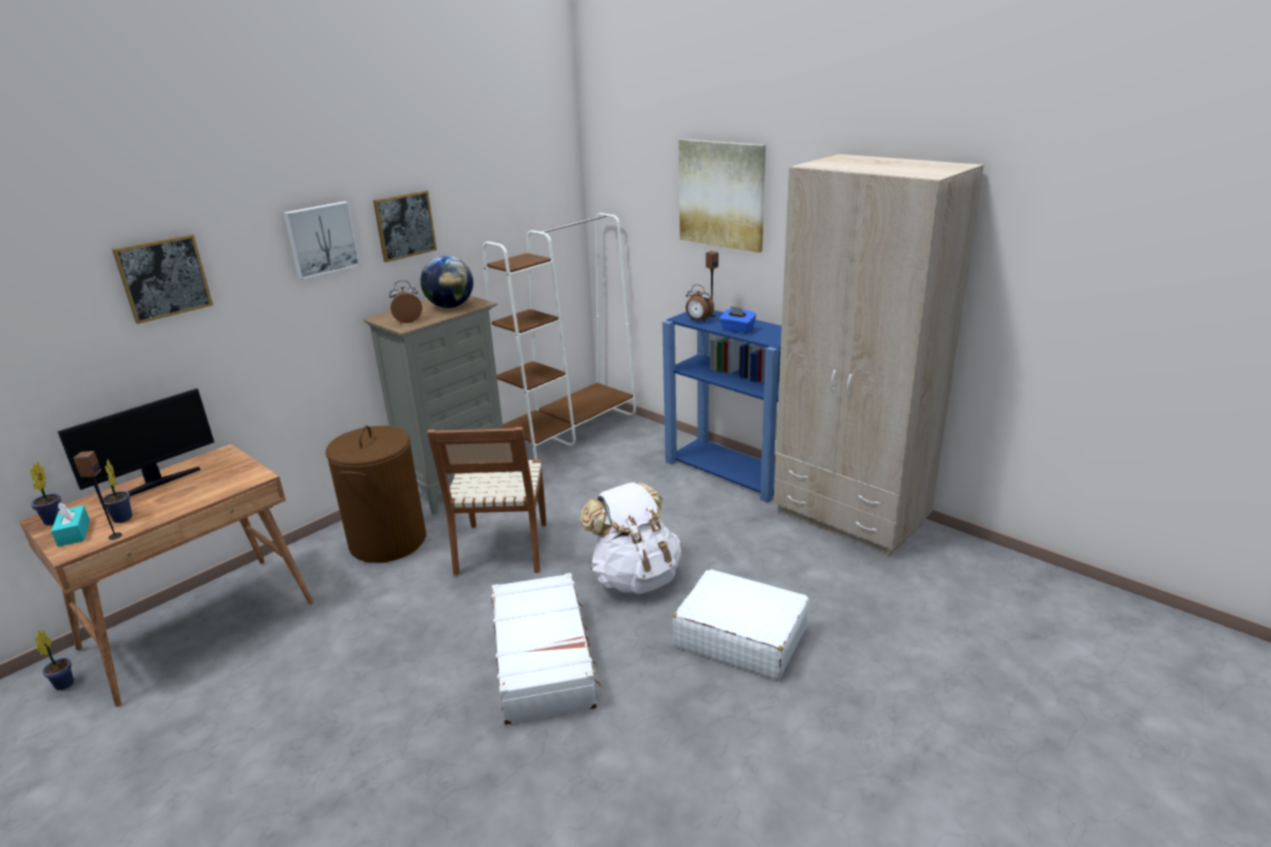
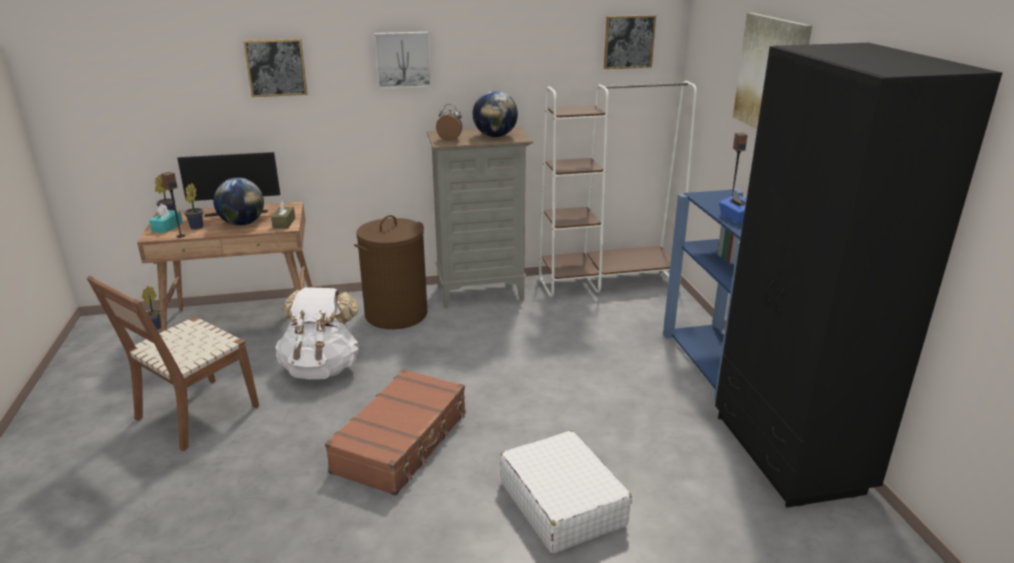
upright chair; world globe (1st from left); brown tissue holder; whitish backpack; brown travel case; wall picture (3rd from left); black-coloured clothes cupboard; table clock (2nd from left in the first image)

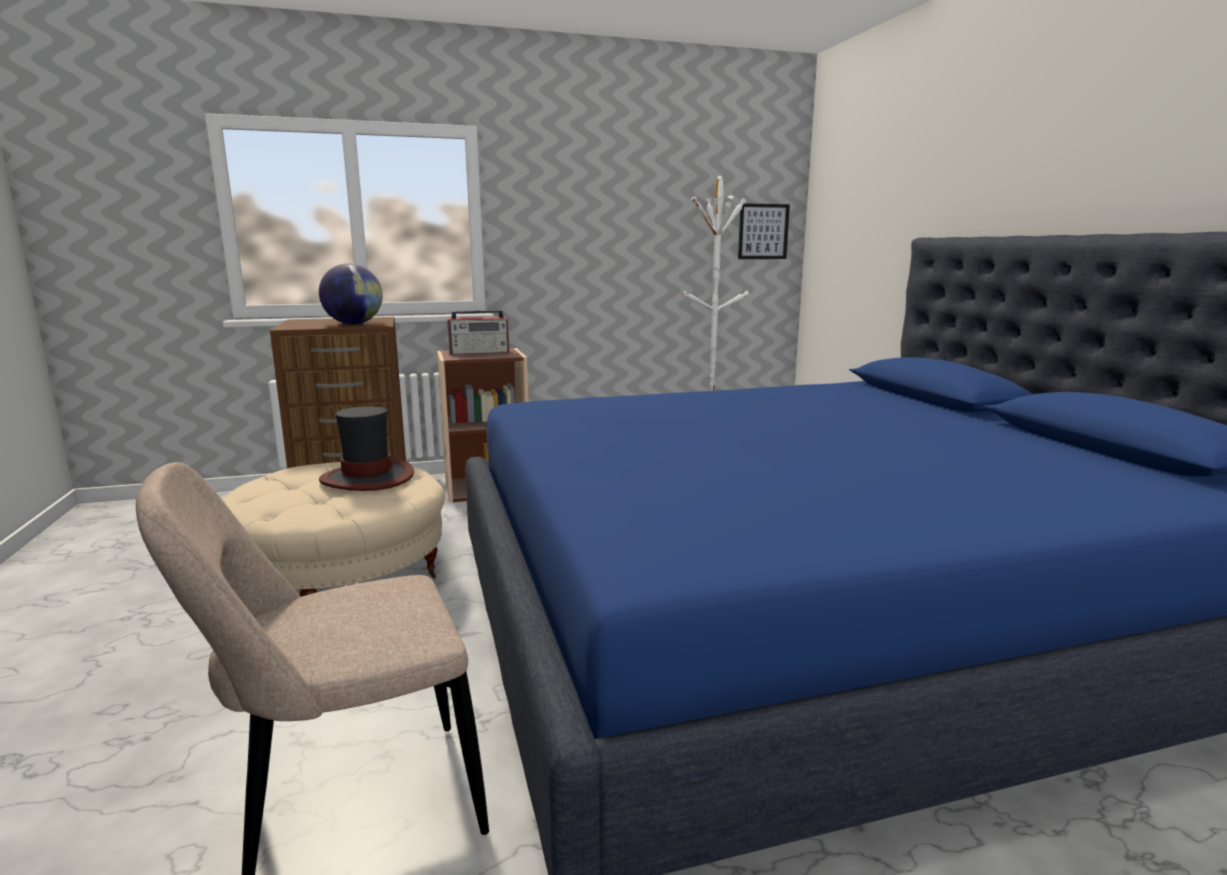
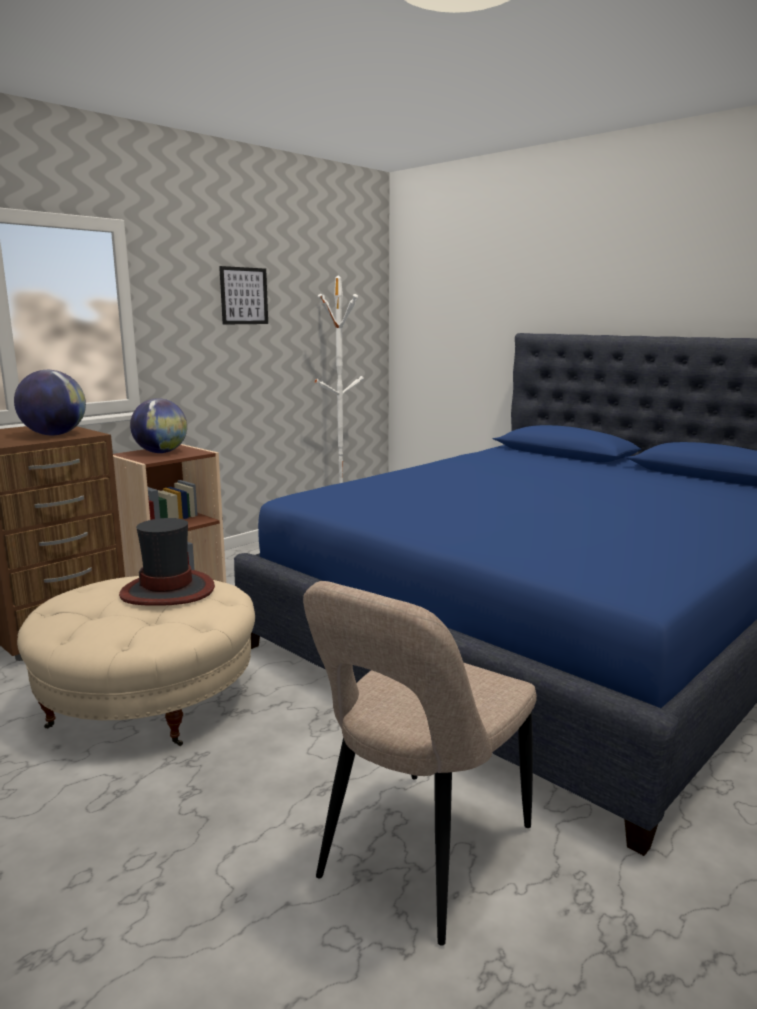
world globe (2nd from left); wall picture

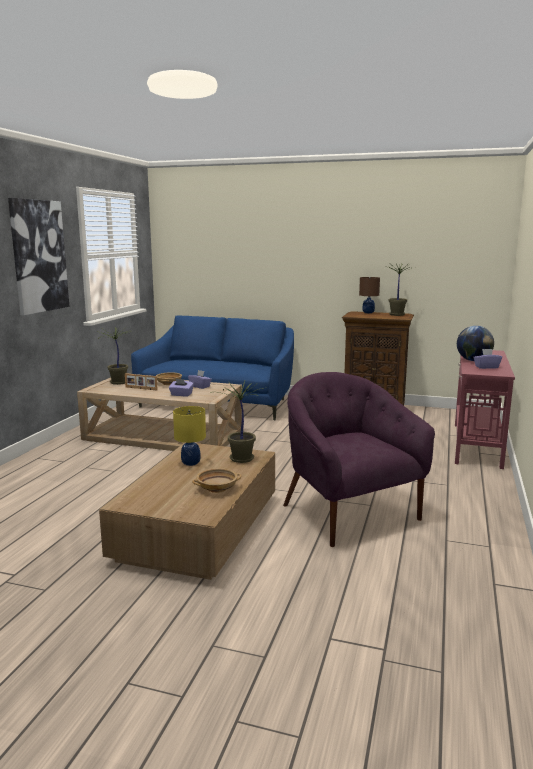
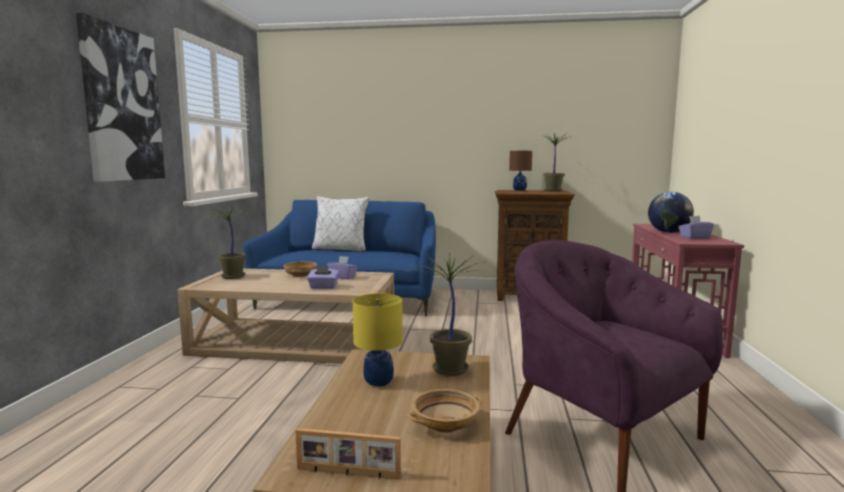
photo frame; whitish pillow

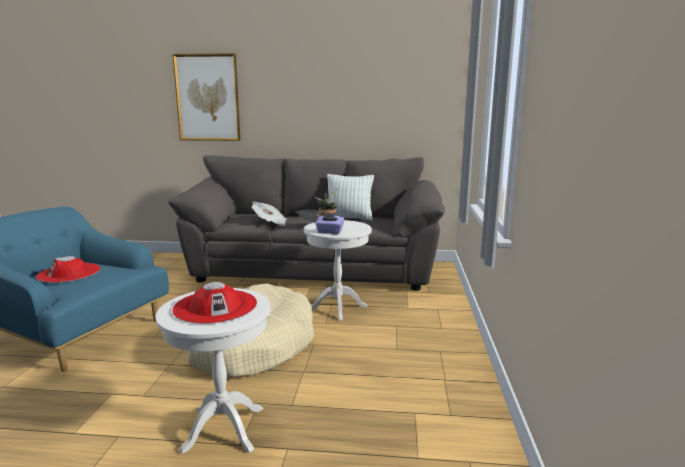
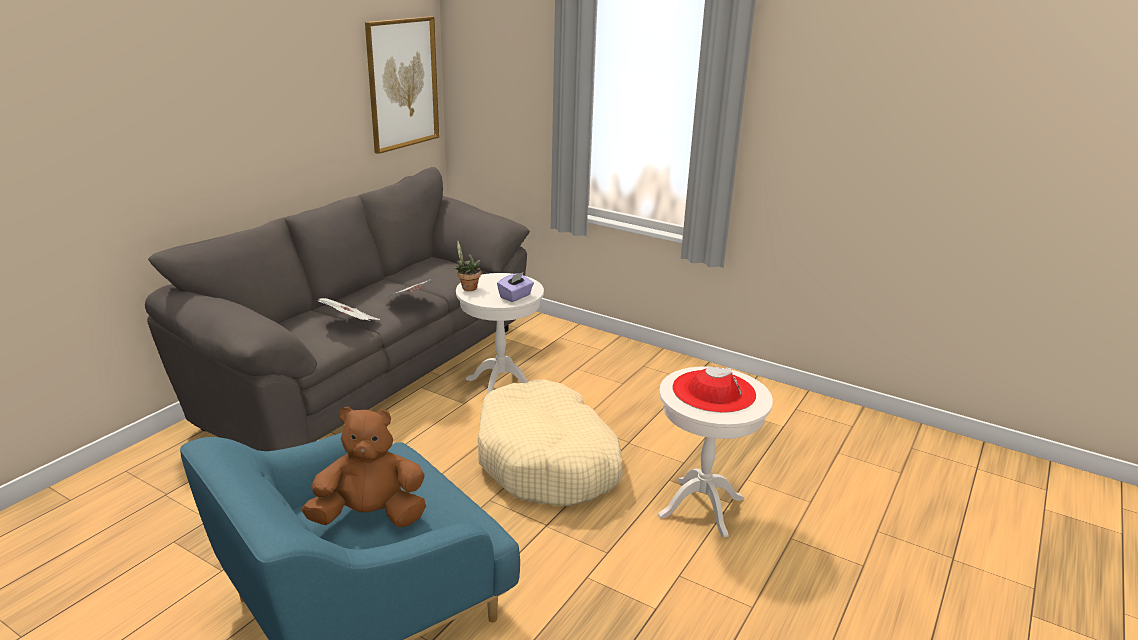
brown soft toy; wall picture; pillow

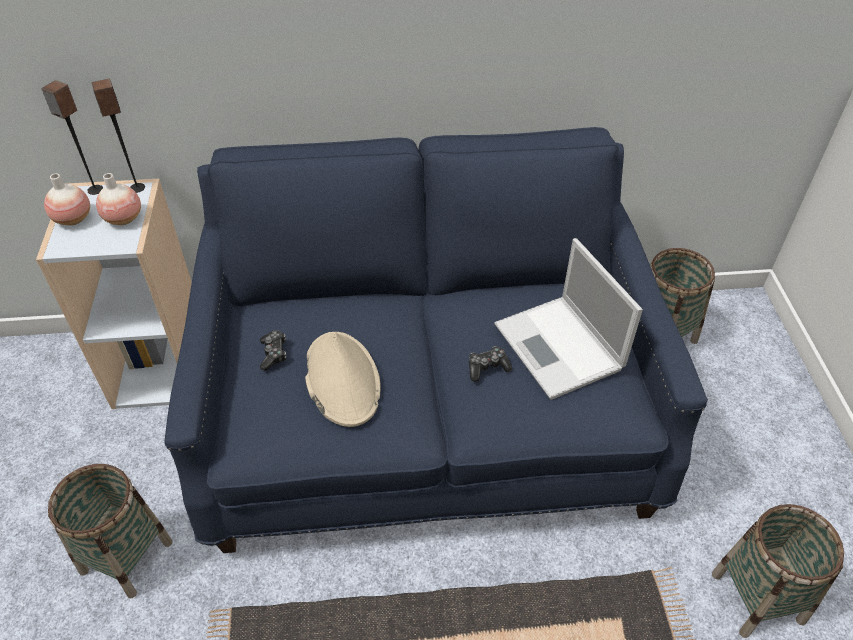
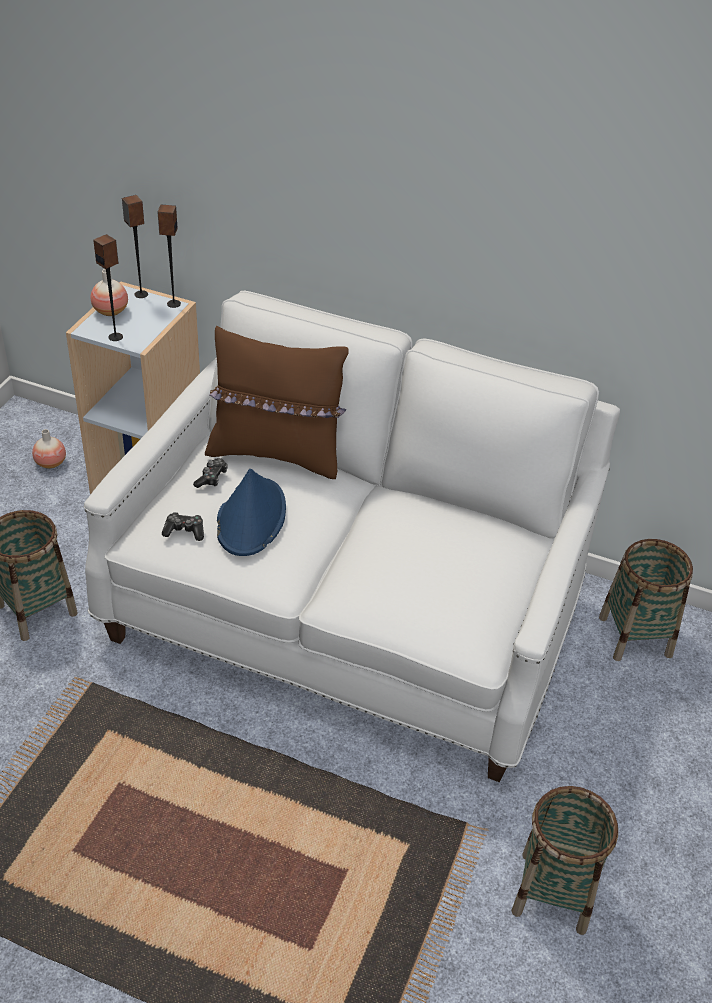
flower vase (1st from left); whitish couch; loudspeaker (1st from left); game controller (1st from left); brown pillow; blue clothing hat; notebook computer

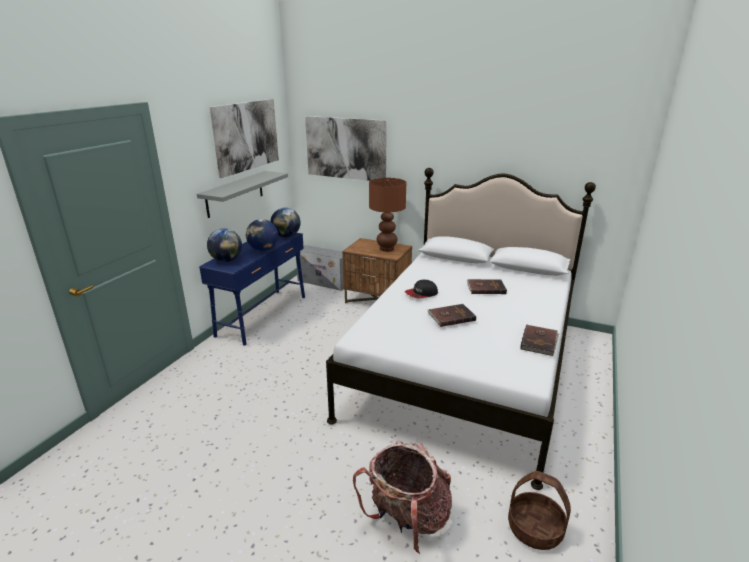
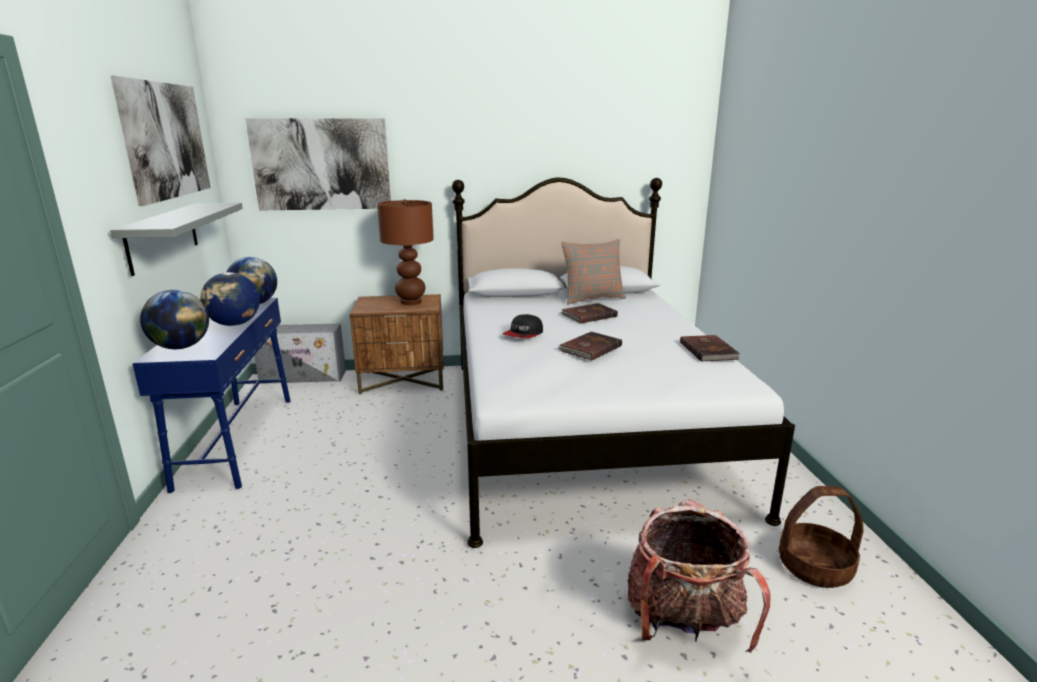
gray pillow

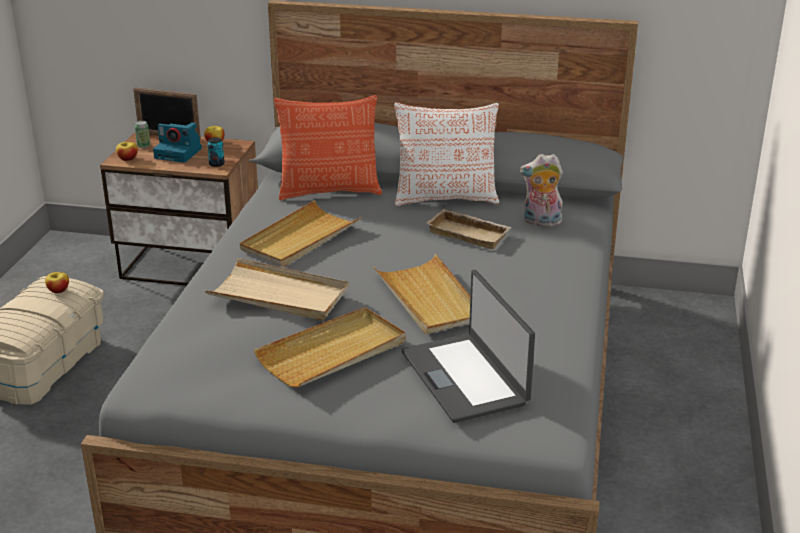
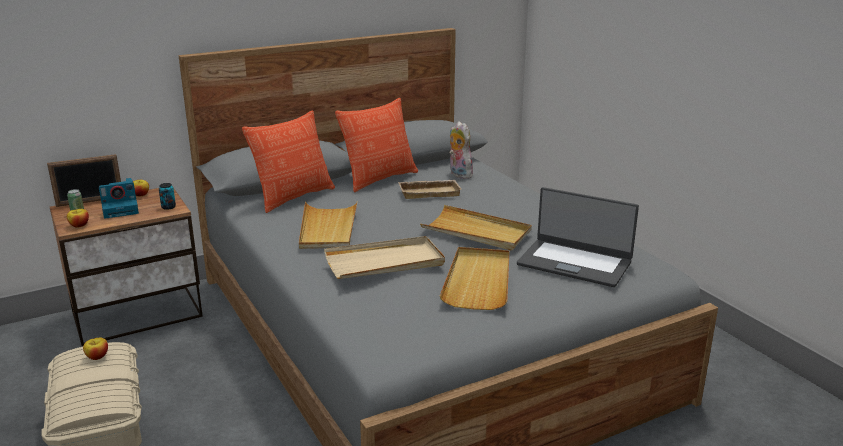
orangey pillow (2nd from left); soft toy

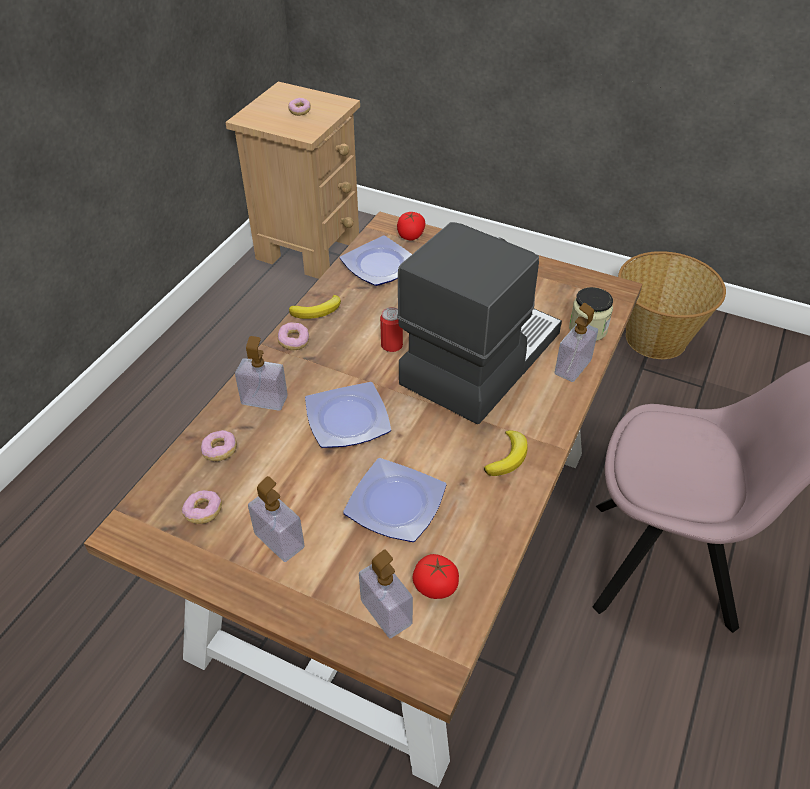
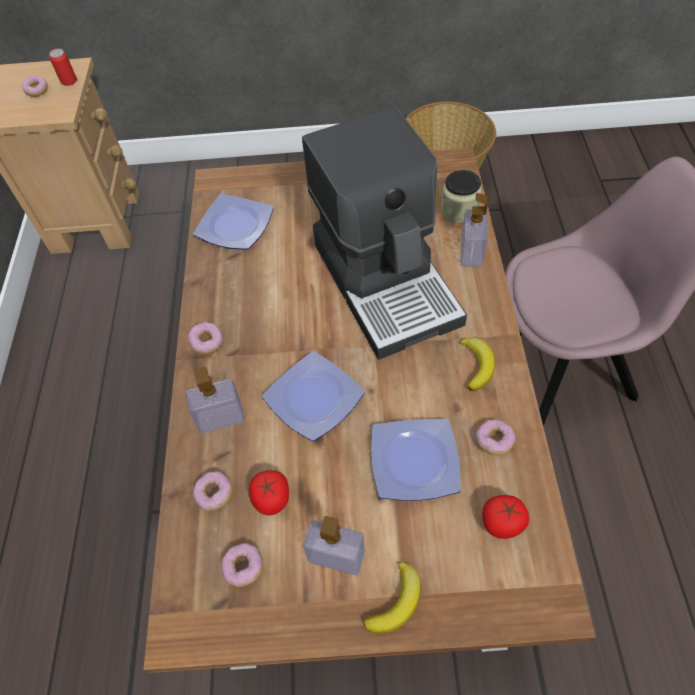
sealed can; tomato (1st from left); coffee maker; whole banana (1st from left); ring doughnut (5th from left); liquid soap bottle (3rd from left in the first image)

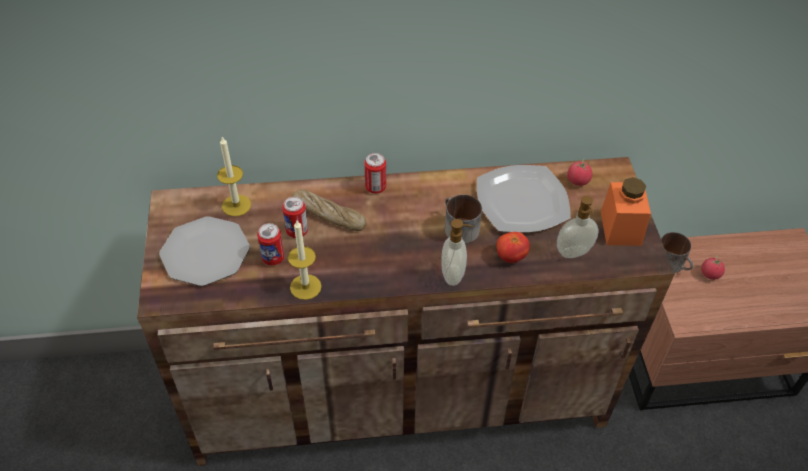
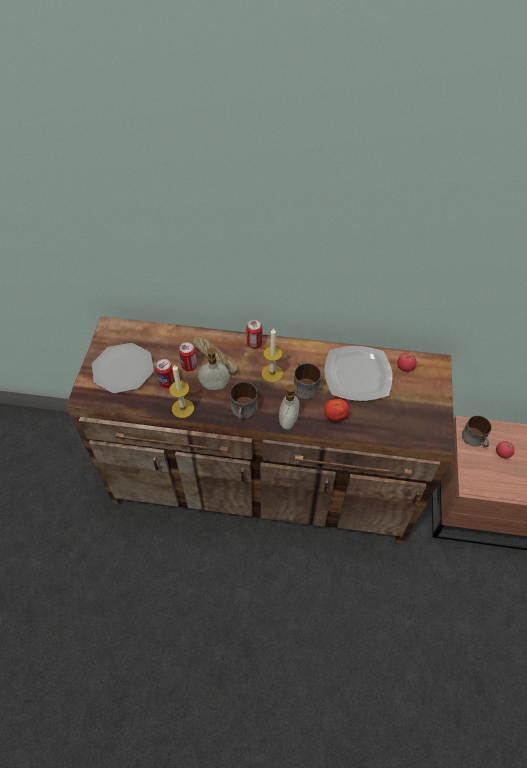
liquid soap bottle (1st from left); mug (1st from left); candle (2nd from left); orangey storage jar

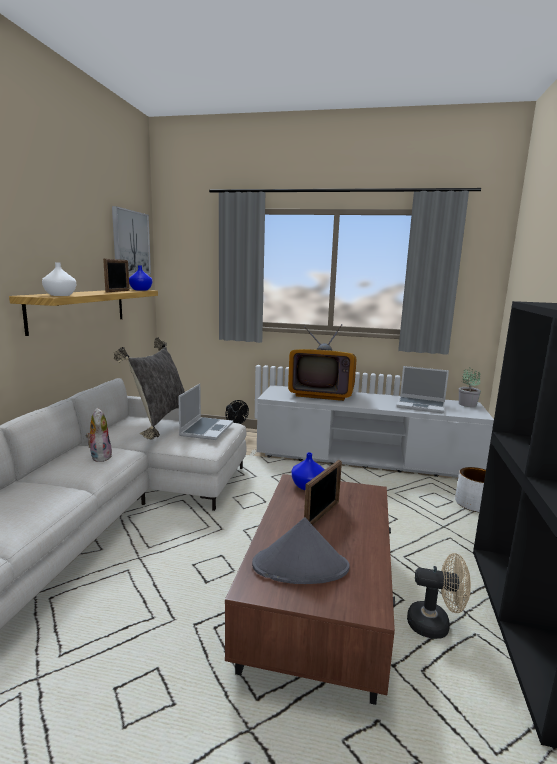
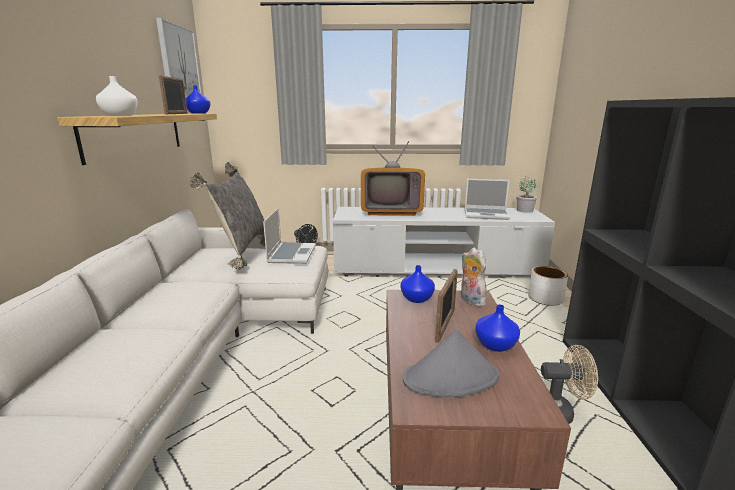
soft toy; blue flower vase (3rd from left)

